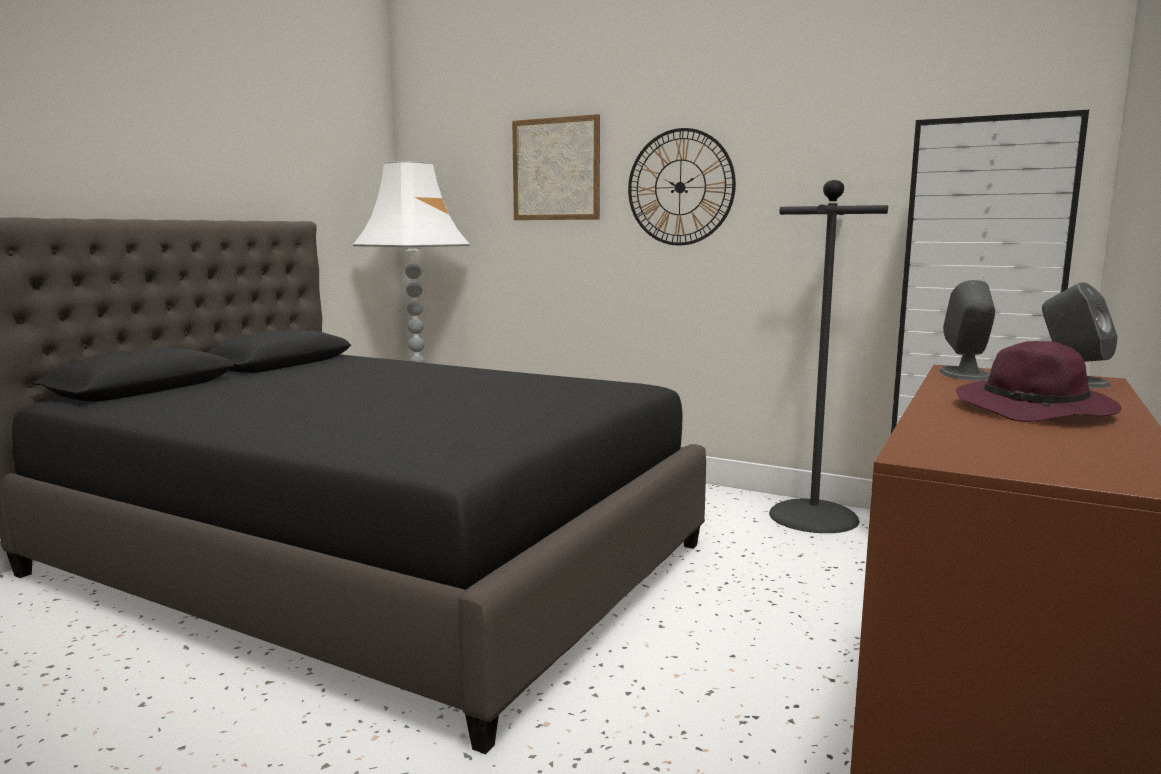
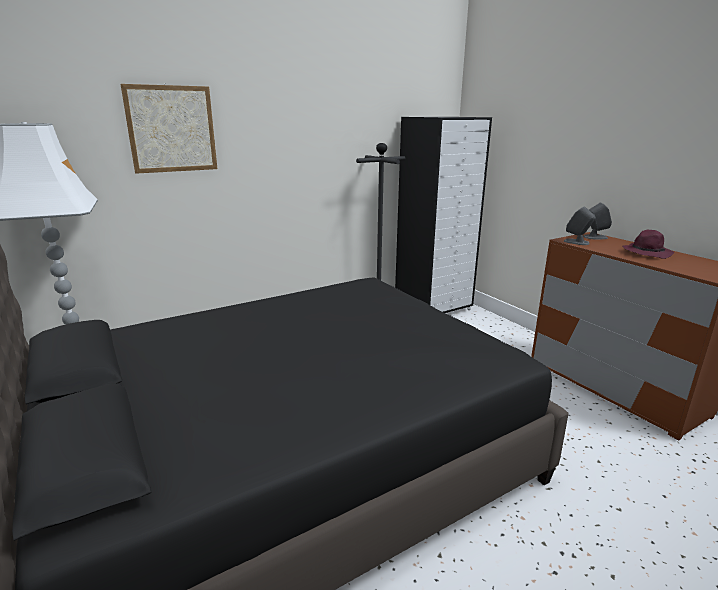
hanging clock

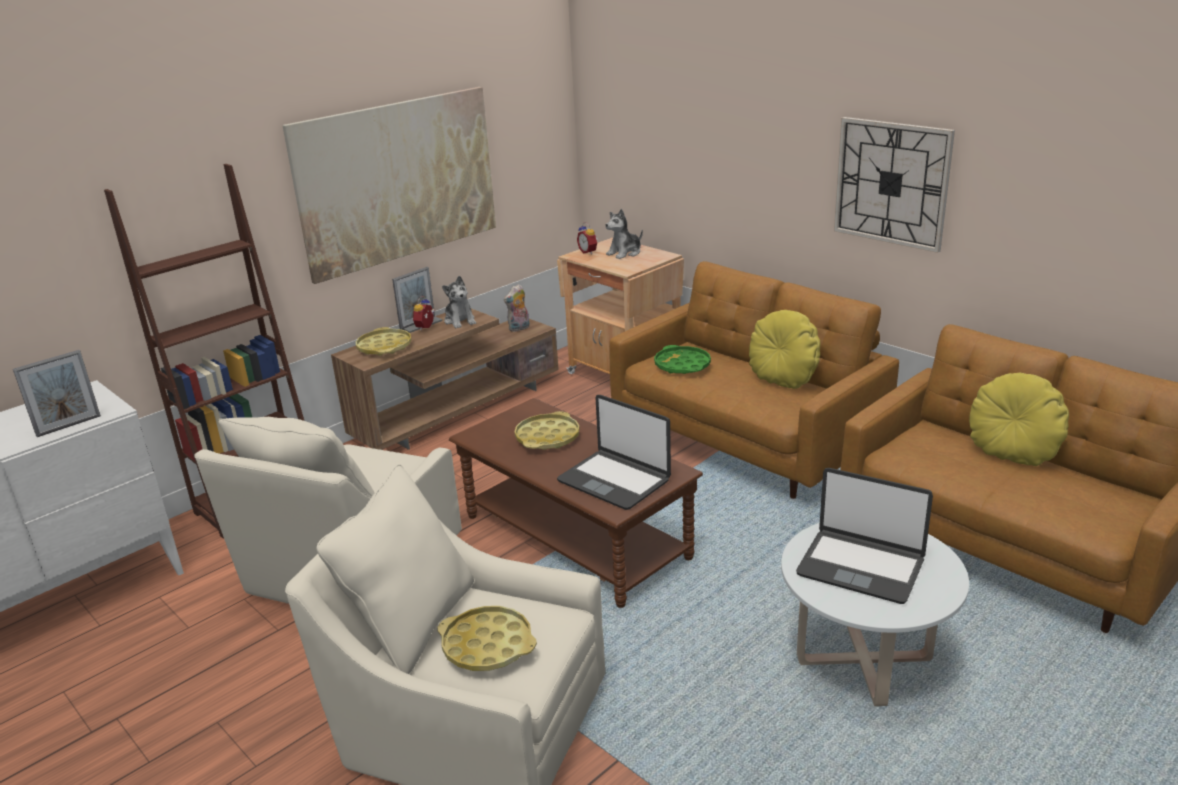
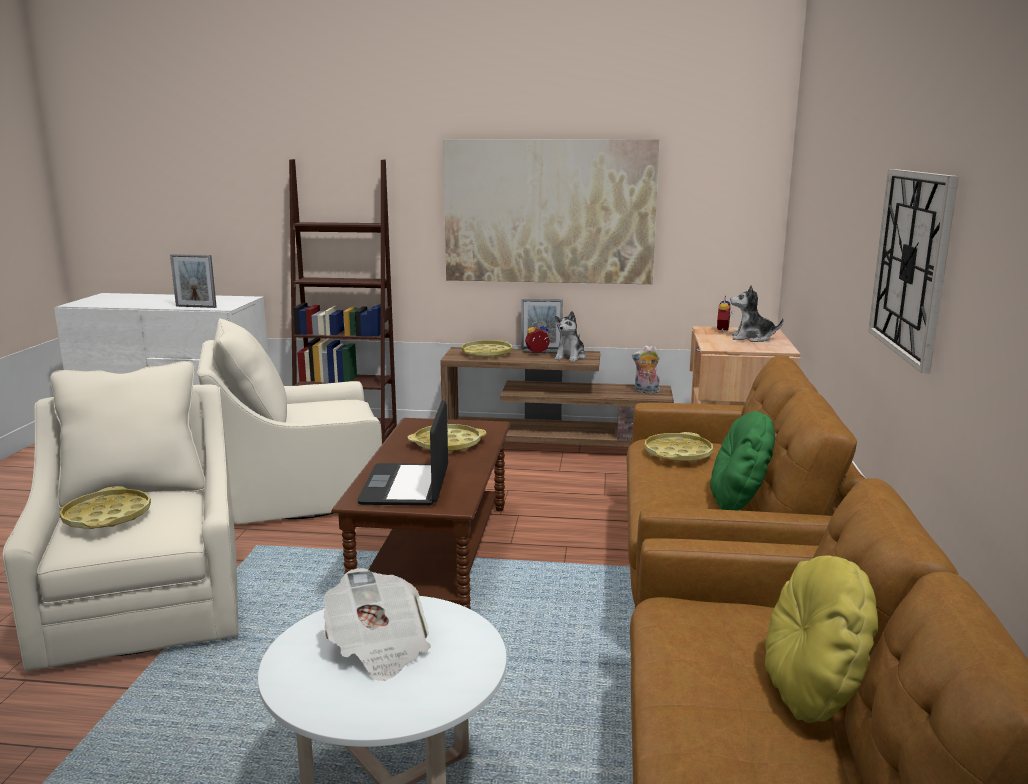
printed paper; yellow-coloured tray (4th from left); greenish pillow

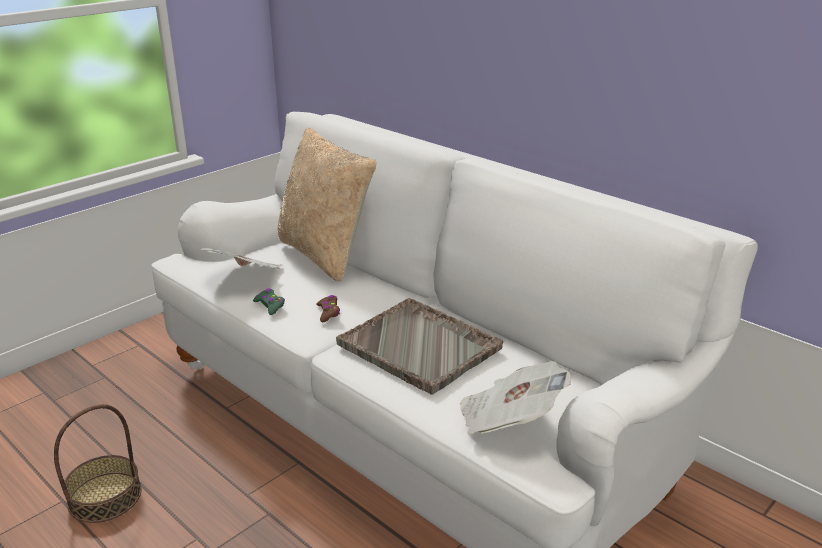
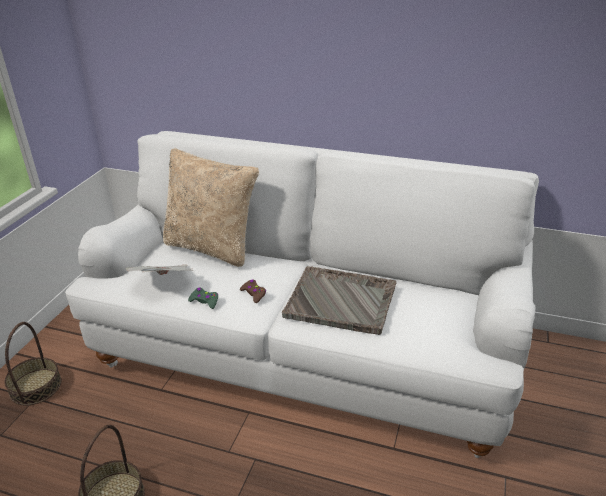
basket (1st from left); printed paper (2nd from left in the first image)

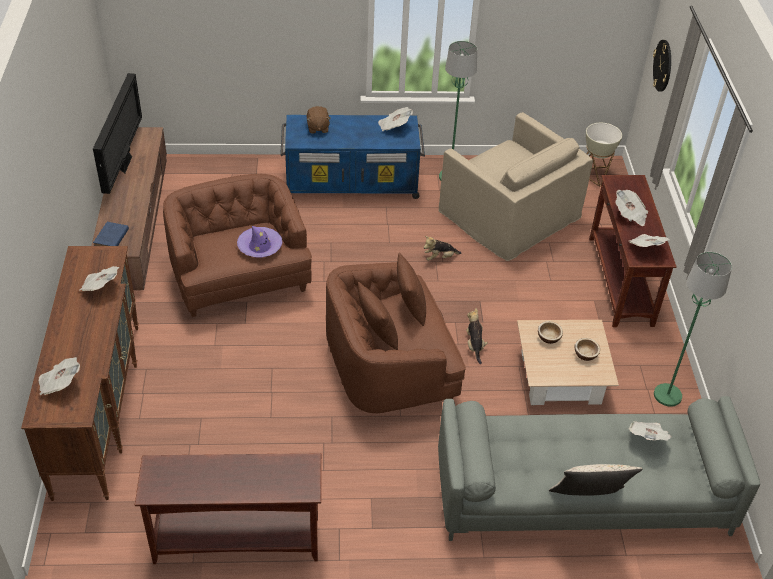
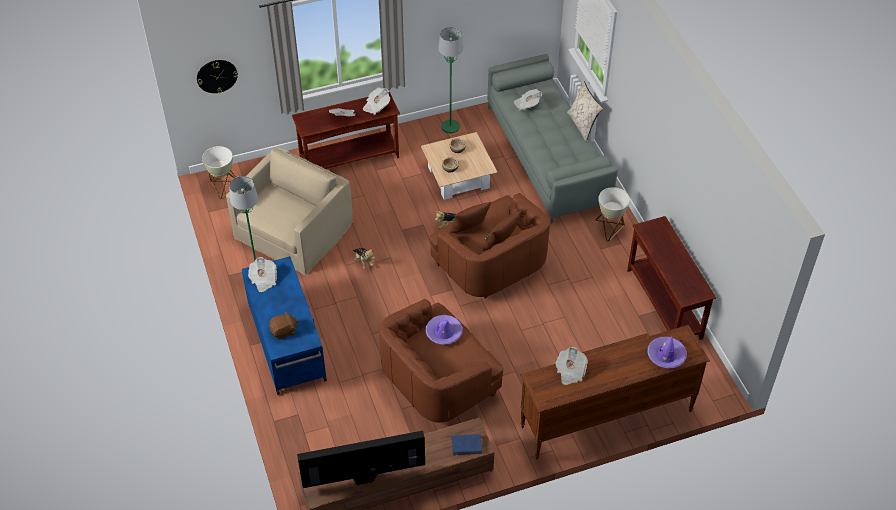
flower pot (2nd from left); purple-coloured clothing hat (2nd from left)

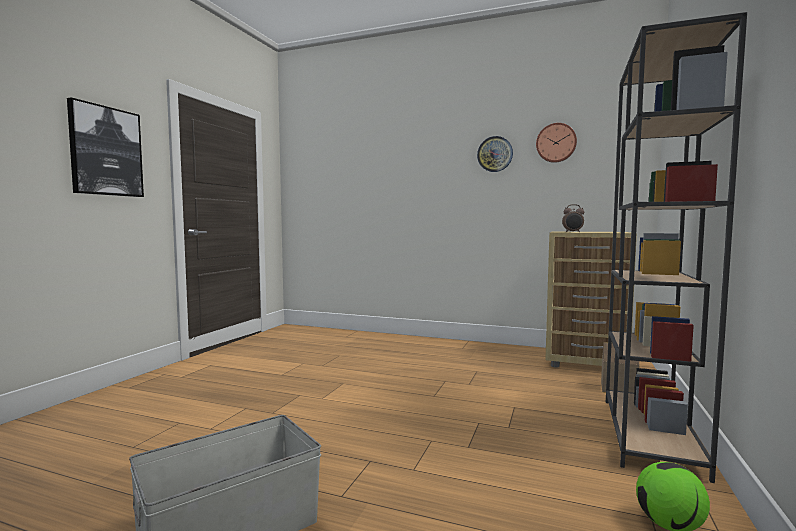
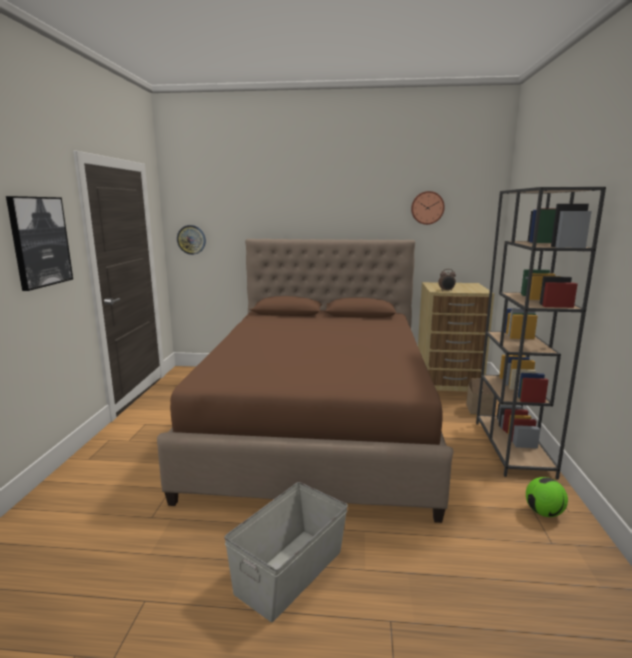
brown sleeping bed; hanging clock (1st from left)

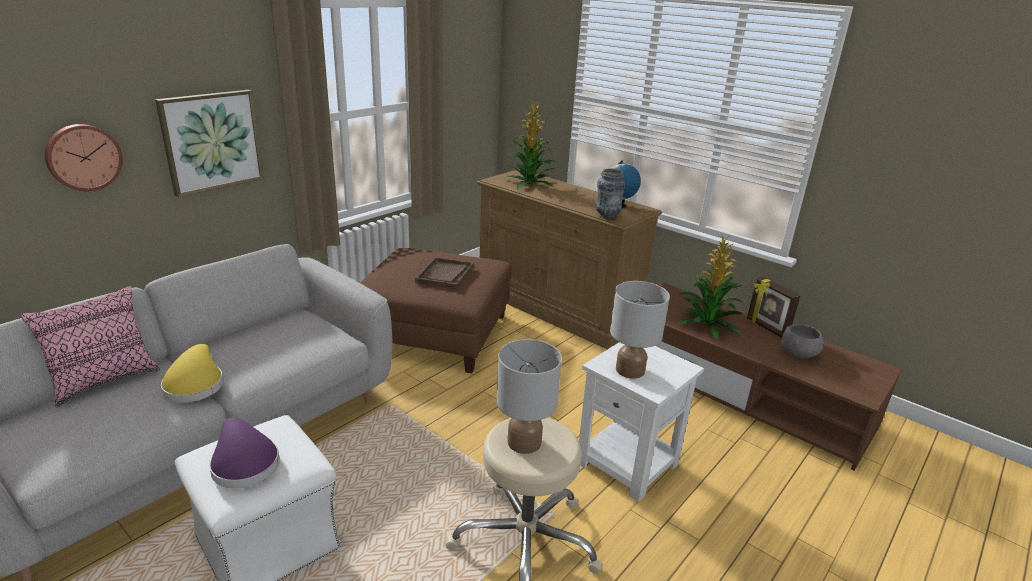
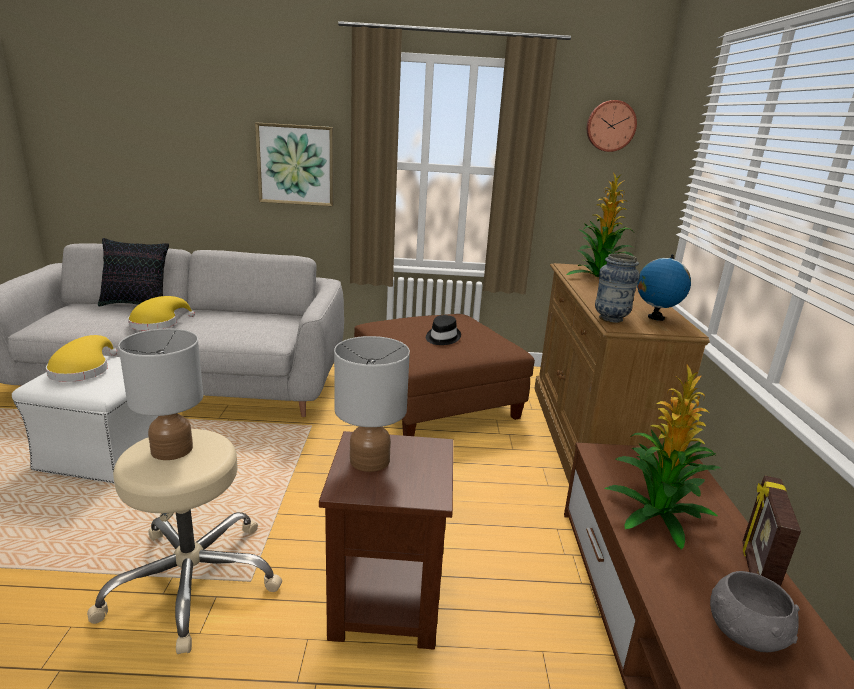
yellow-coloured clothing hat (1st from left); black-coloured pillow; brown side table; black-coloured clothing hat; hanging clock

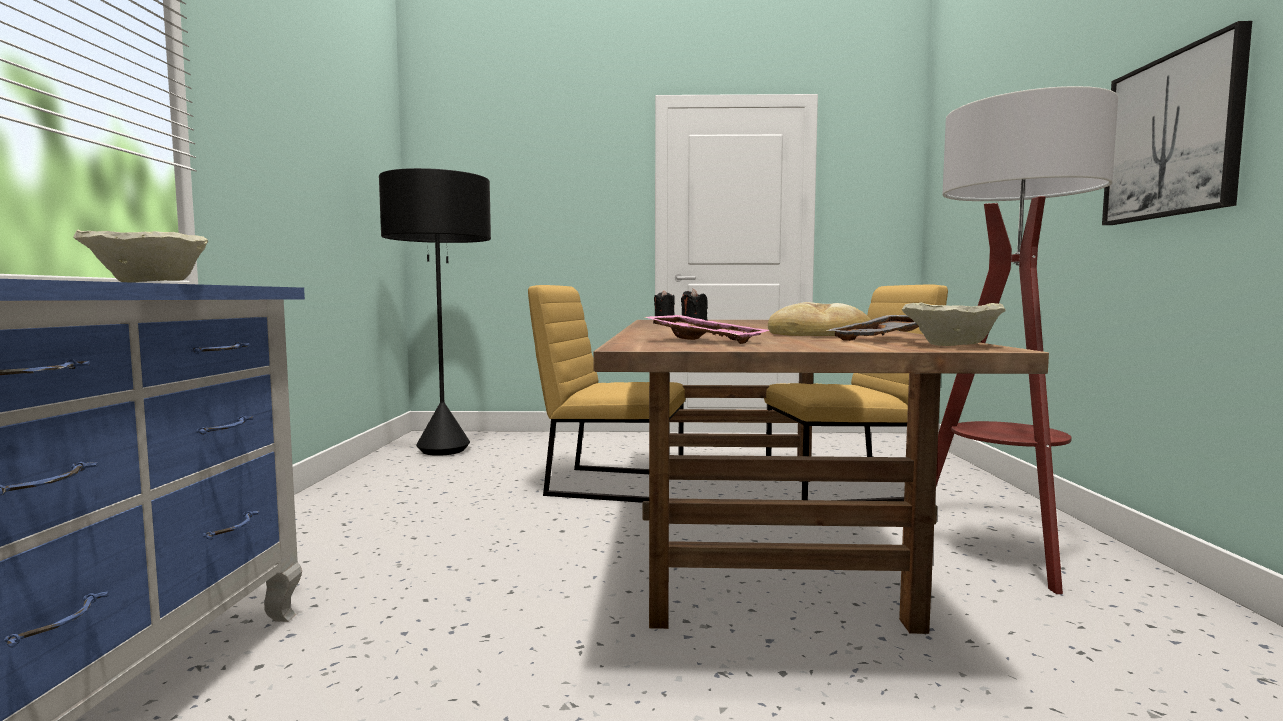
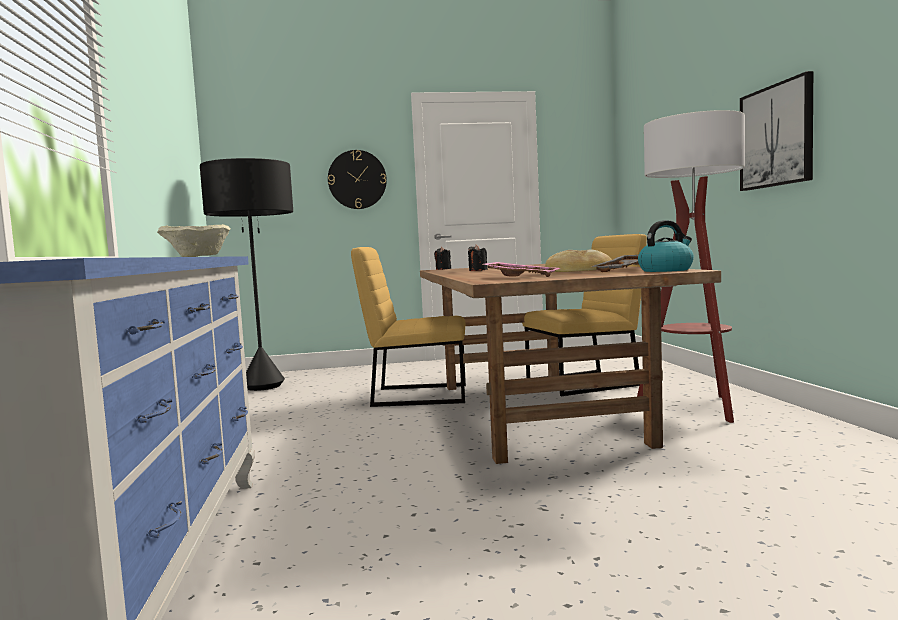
hanging clock; water kettle

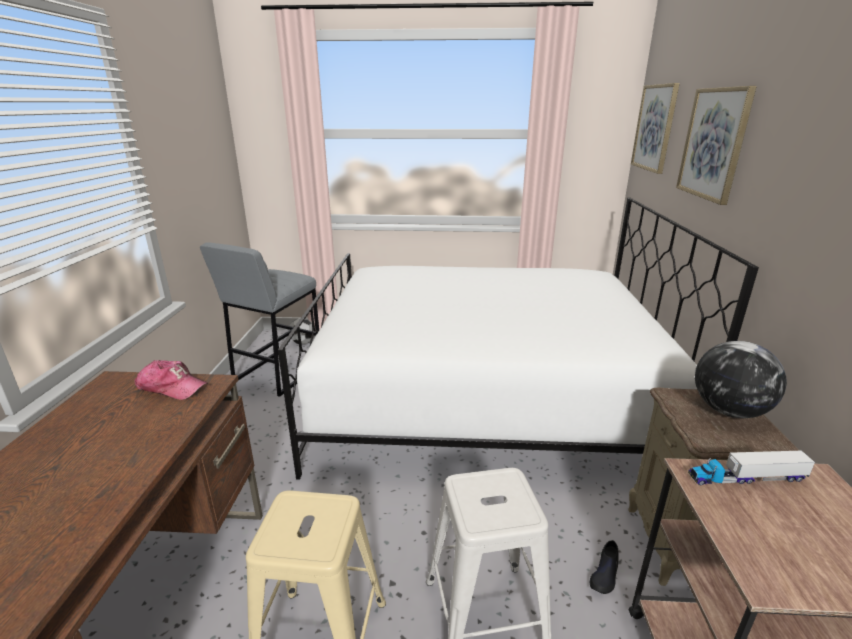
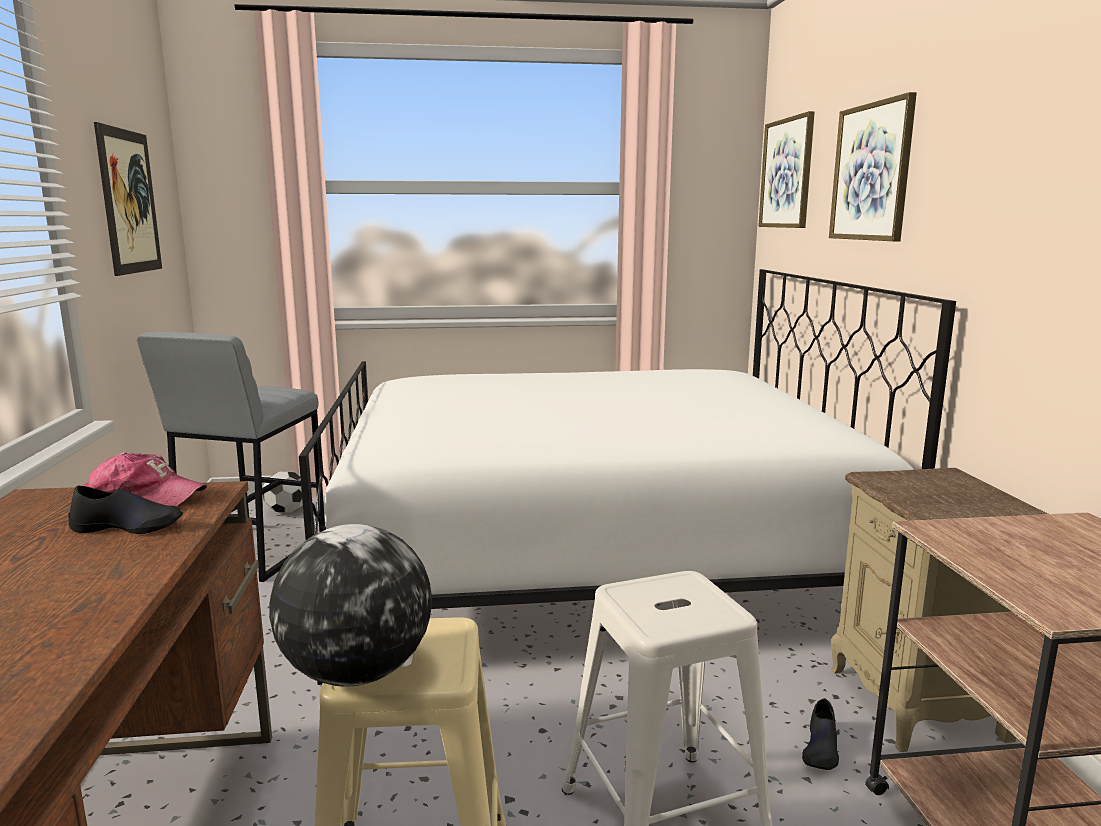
black-coloured shoe (1st from left); wall picture (1st from left); world globe; model truck

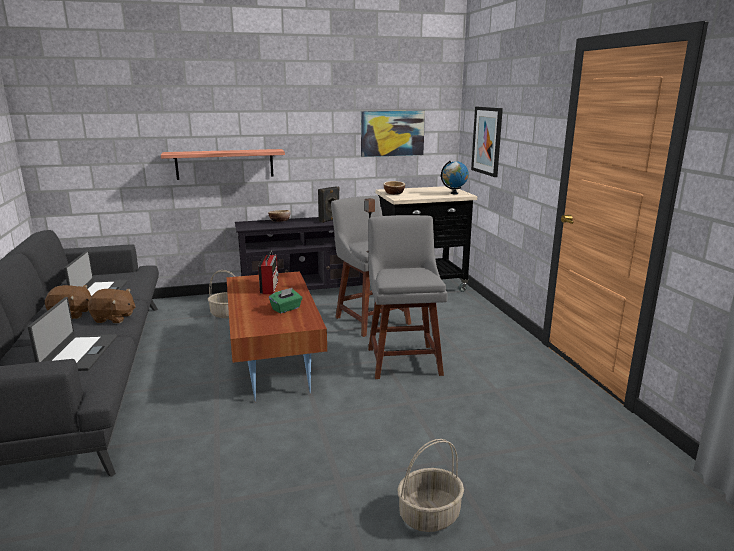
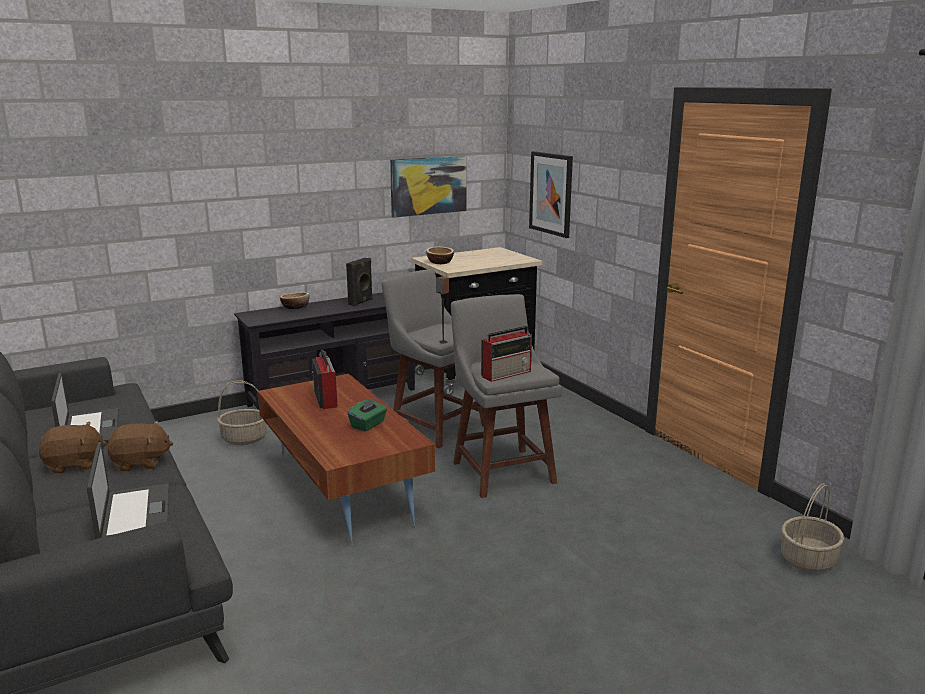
radio set (2nd from left); basket (2nd from left); shelf; world globe

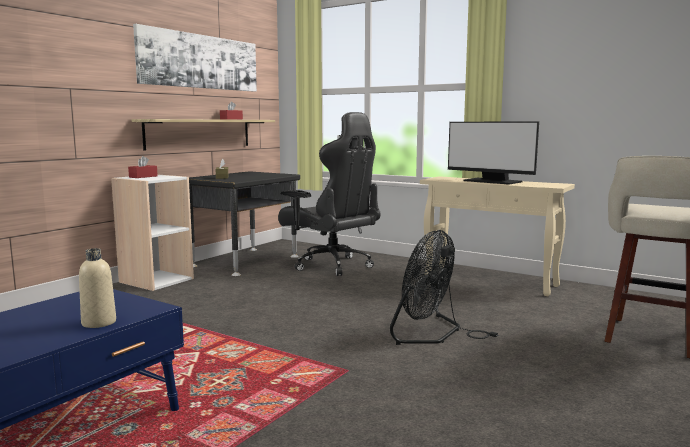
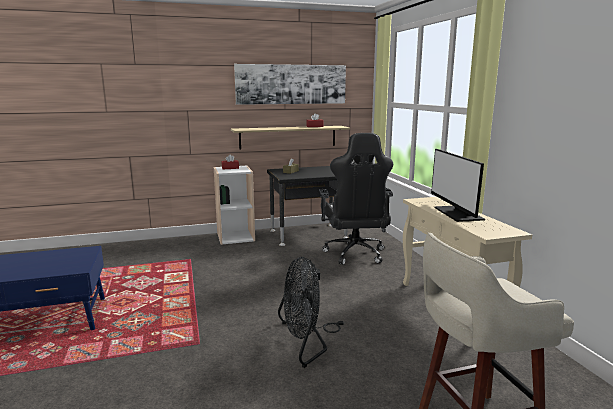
black-coloured fan; beige drink bottle

